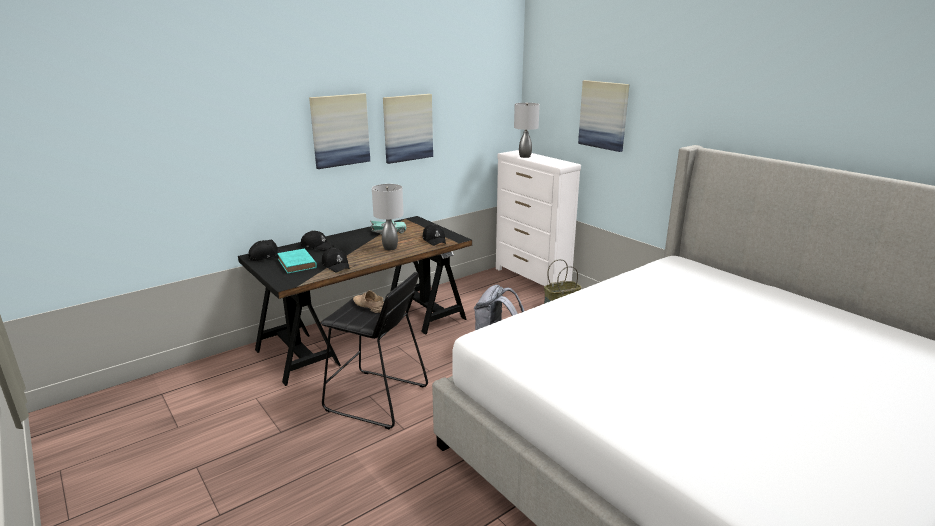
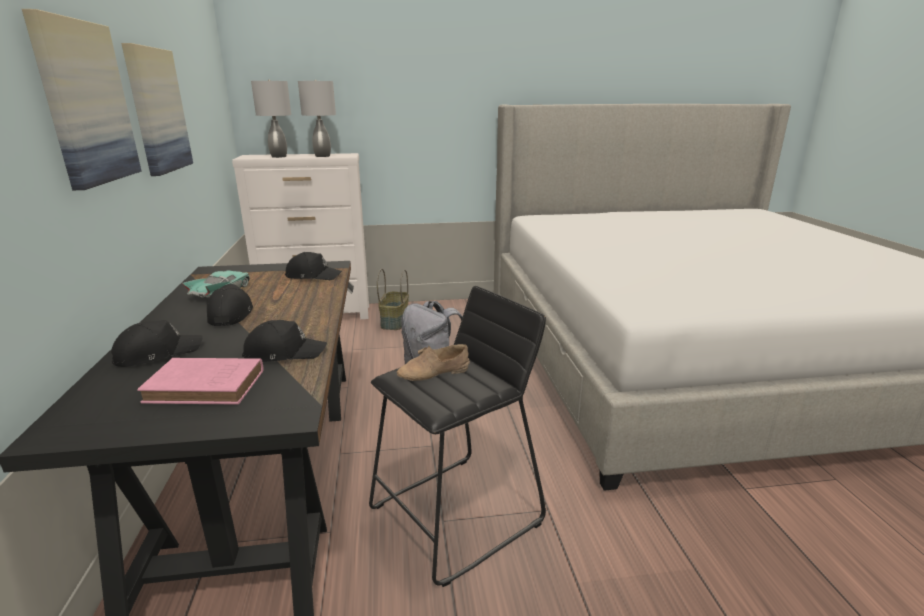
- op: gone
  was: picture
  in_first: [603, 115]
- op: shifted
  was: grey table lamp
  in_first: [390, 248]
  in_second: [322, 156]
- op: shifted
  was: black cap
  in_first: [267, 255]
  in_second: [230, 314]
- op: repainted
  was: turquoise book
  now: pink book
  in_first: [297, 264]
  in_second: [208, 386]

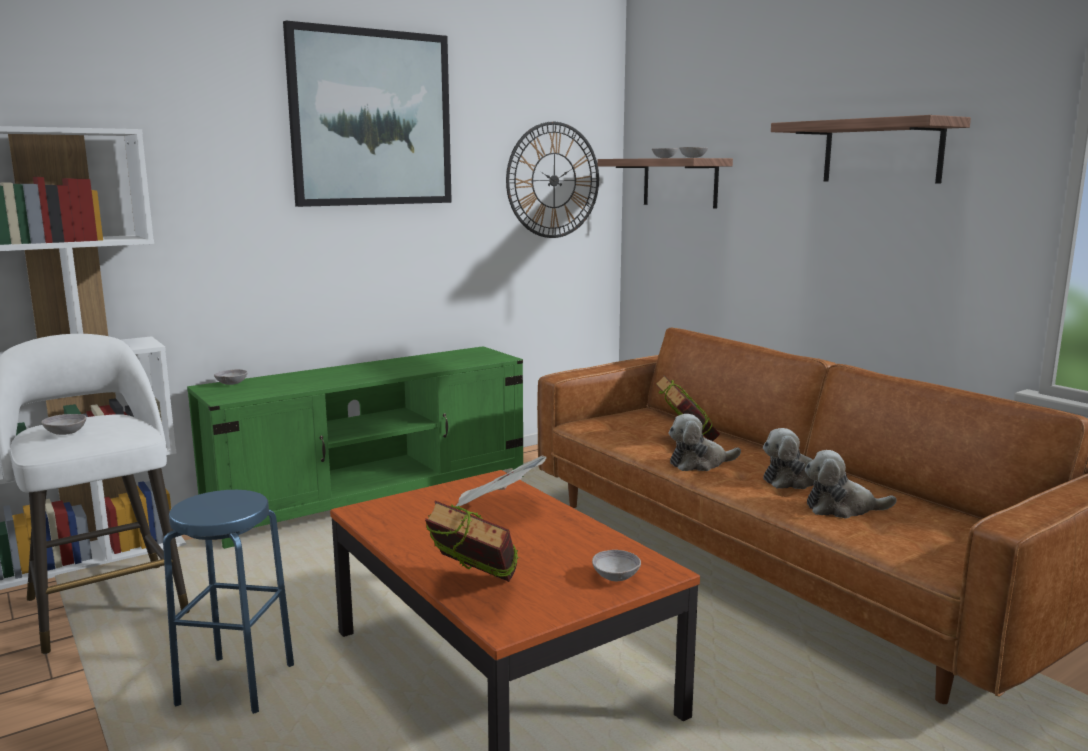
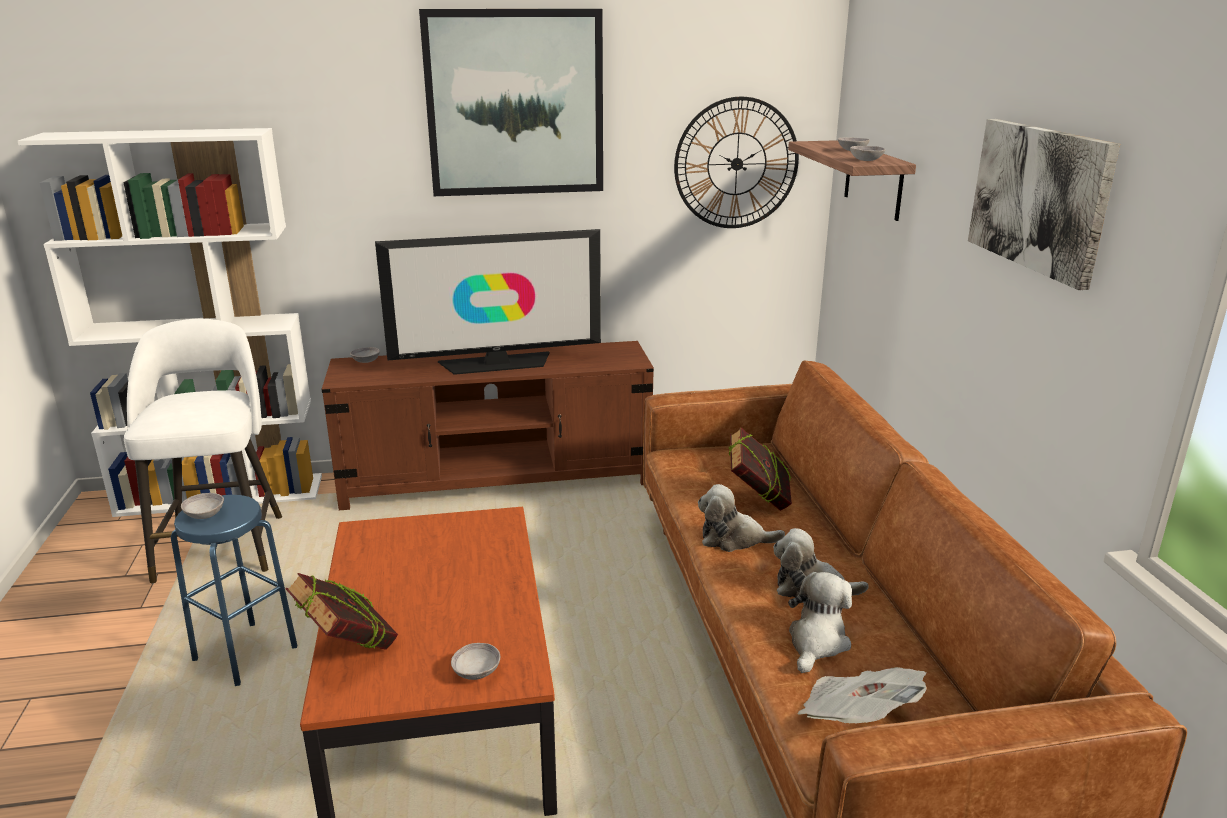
- op: swapped
  was: shelf
  now: picture
  in_first: [882, 152]
  in_second: [1039, 198]
- op: repainted
  was: green tv stand
  now: brown tv stand
  in_first: [373, 497]
  in_second: [498, 479]
- op: shifted
  was: grey bowl
  in_first: [66, 433]
  in_second: [205, 515]
- op: rotated
  was: plush toy
  in_first: [842, 508]
  in_second: [817, 642]
  clockwise: 90
- op: shifted
  was: newspaper
  in_first: [498, 506]
  in_second: [856, 718]
- op: new
  now: television
  in_second: [497, 364]

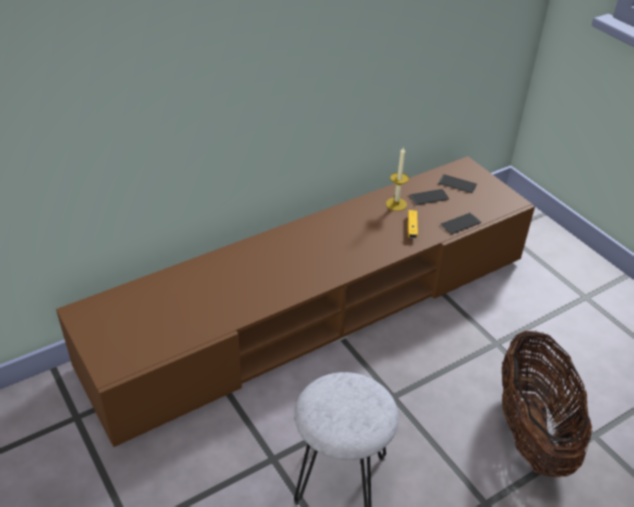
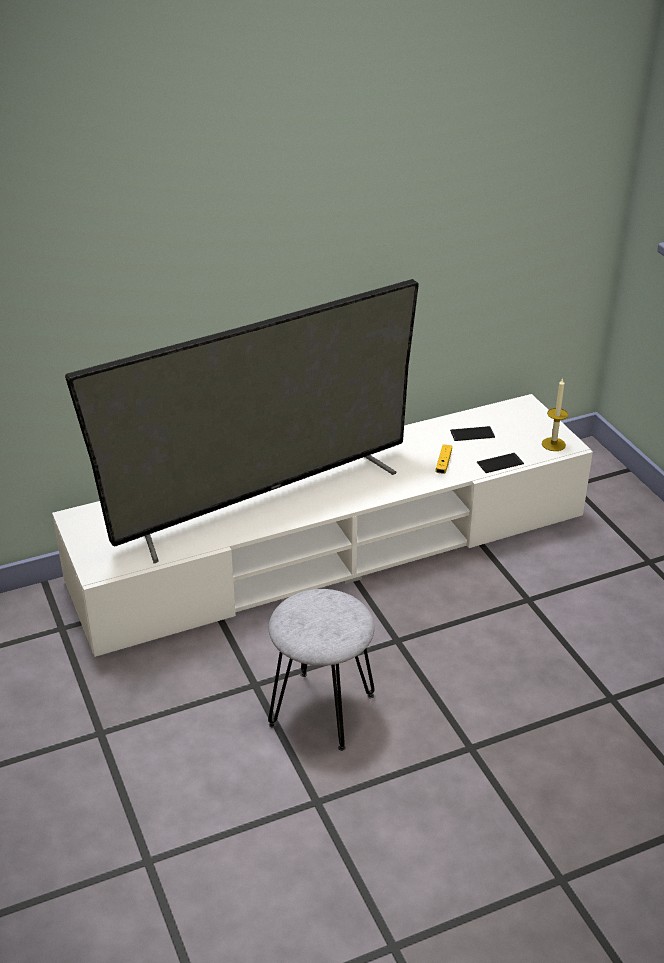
- op: shifted
  was: candle
  in_first: [396, 204]
  in_second: [553, 444]
- op: repainted
  was: brown tv stand
  now: white tv stand
  in_first: [316, 310]
  in_second: [333, 549]
- op: gone
  was: phone
  in_first: [457, 184]
- op: gone
  was: basket
  in_first: [532, 431]
- op: new
  now: television
  in_second: [263, 499]

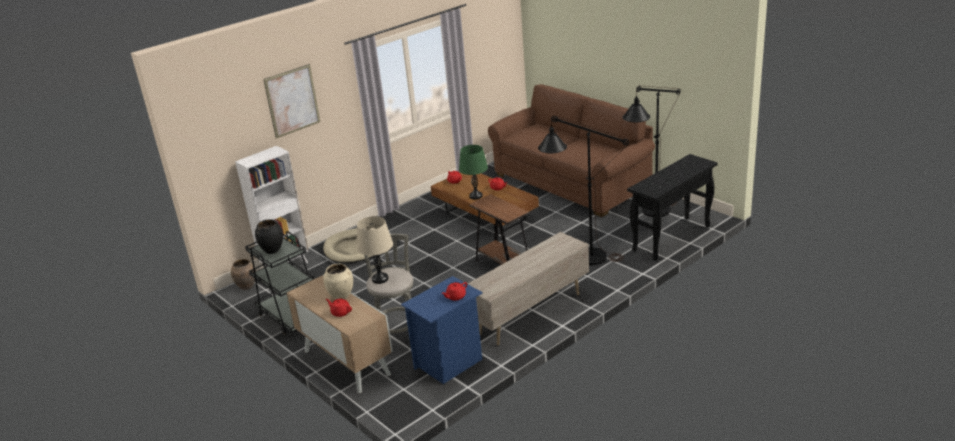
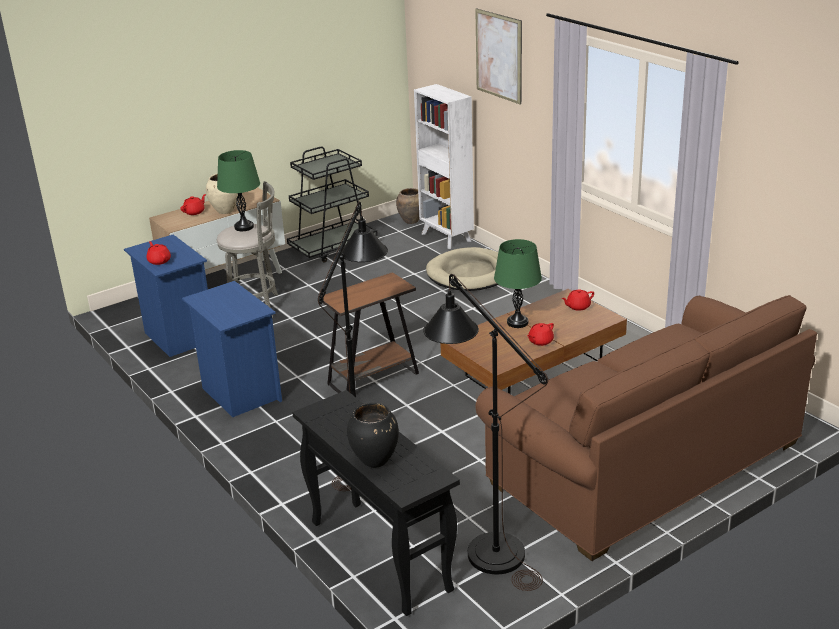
- op: repainted
  was: beige table lamp
  now: green table lamp
  in_first: [380, 279]
  in_second: [244, 227]
- op: shifted
  was: black vase
  in_first: [272, 250]
  in_second: [375, 460]
- op: swapped
  was: beige tv stand
  now: blue nightstand
  in_first: [530, 314]
  in_second: [239, 393]

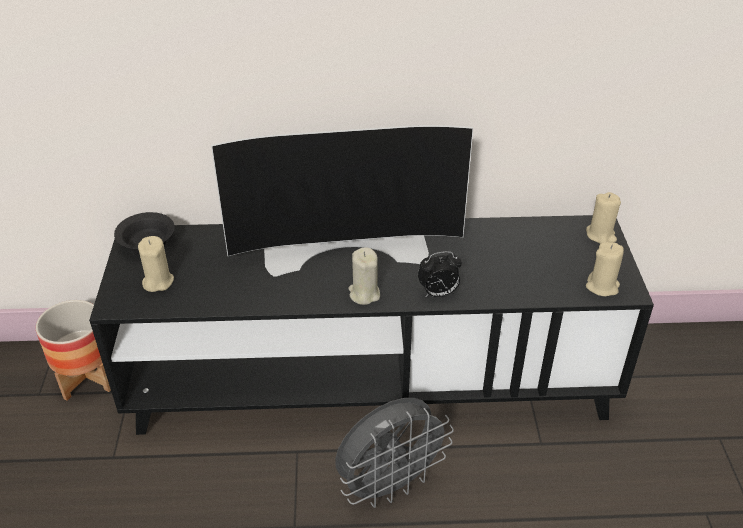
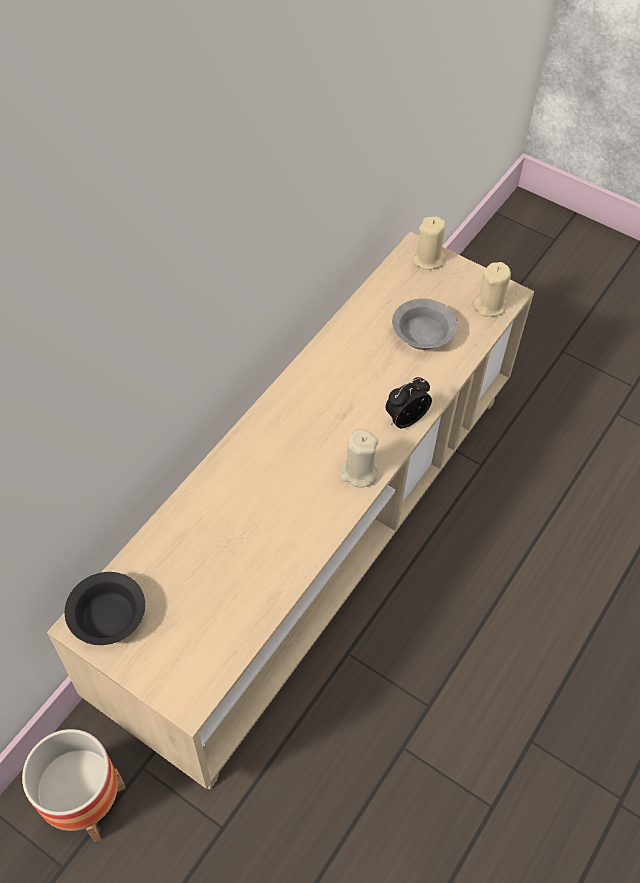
- op: gone
  was: television
  in_first: [346, 246]
- op: repainted
  was: black tv stand
  now: beige tv stand
  in_first: [371, 383]
  in_second: [316, 541]
- op: gone
  was: beige candle
  in_first: [158, 281]
- op: rotated
  was: alarm clock
  in_first: [438, 294]
  in_second: [405, 418]
  clockwise: -150
- op: gone
  was: grey fan
  in_first: [389, 485]
- op: new
  now: grey bowl
  in_second: [421, 335]

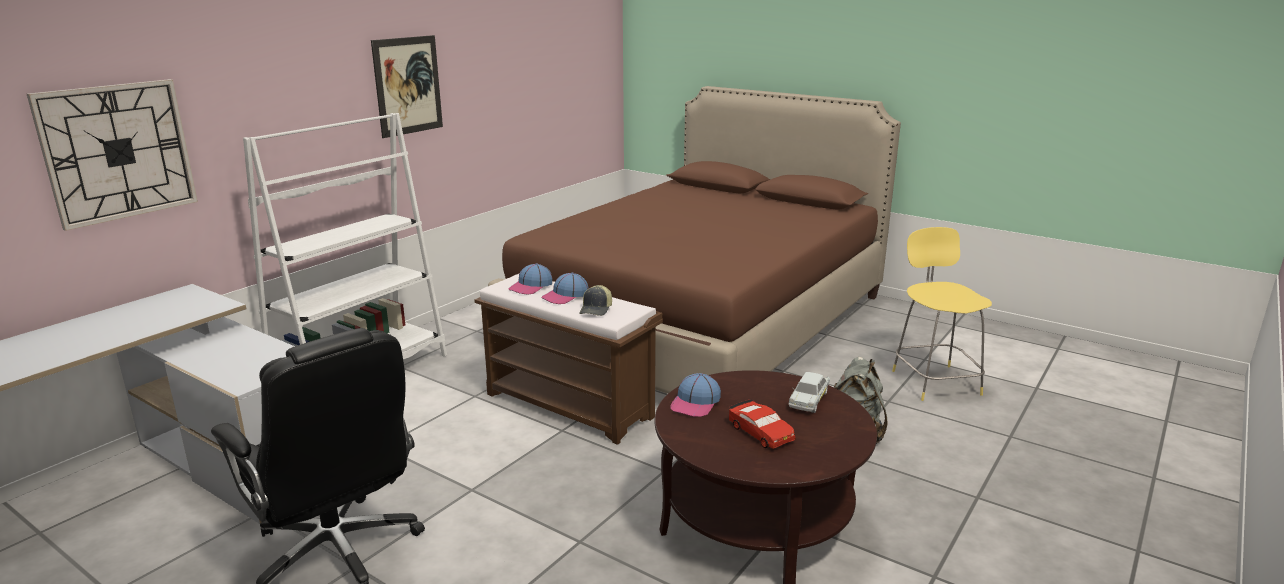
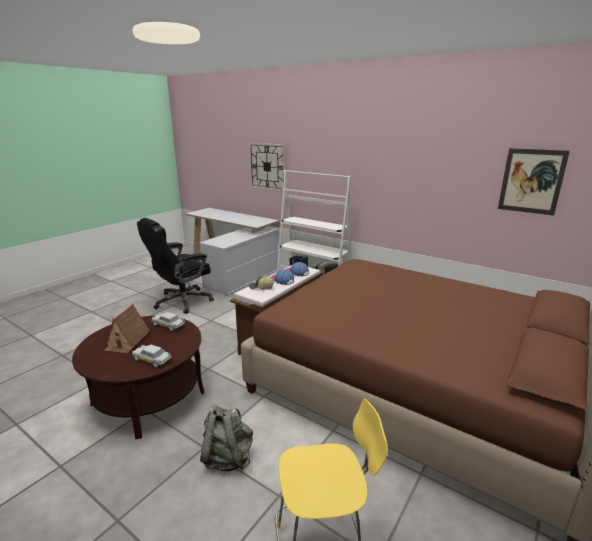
- op: shifted
  was: picture
  in_first: [408, 85]
  in_second: [531, 181]
- op: swapped
  was: cap
  now: white toy car
  in_first: [695, 403]
  in_second: [168, 325]
- op: swapped
  was: red toy car
  now: toy house
  in_first: [760, 432]
  in_second: [127, 341]

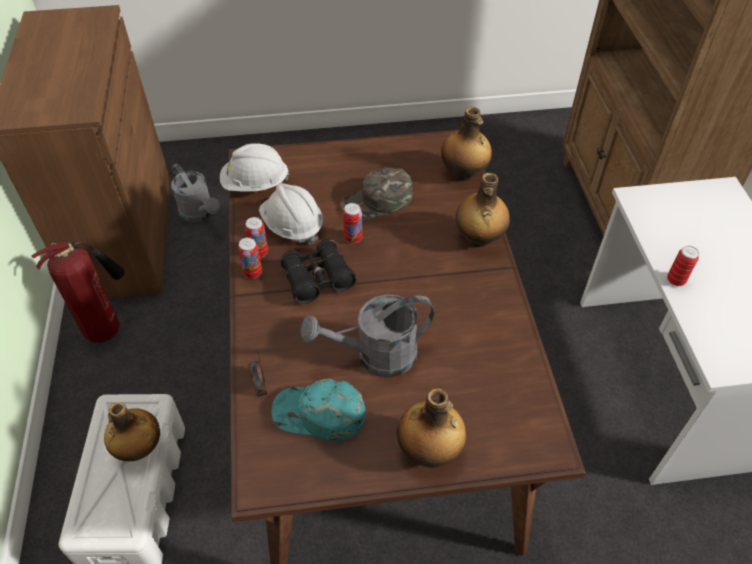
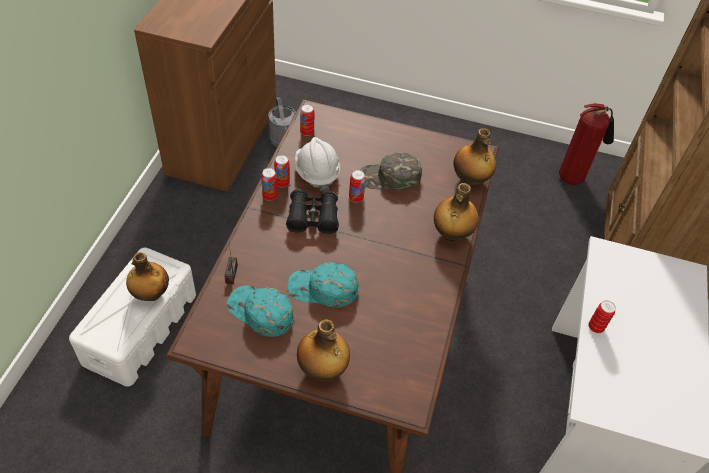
- op: swapped
  was: white hard hat
  now: can
  in_first: [255, 184]
  in_second: [307, 132]
- op: shifted
  was: fire extinguisher
  in_first: [107, 329]
  in_second: [573, 177]
- op: swapped
  was: grey watering can
  now: turquoise cap
  in_first: [375, 356]
  in_second: [323, 289]

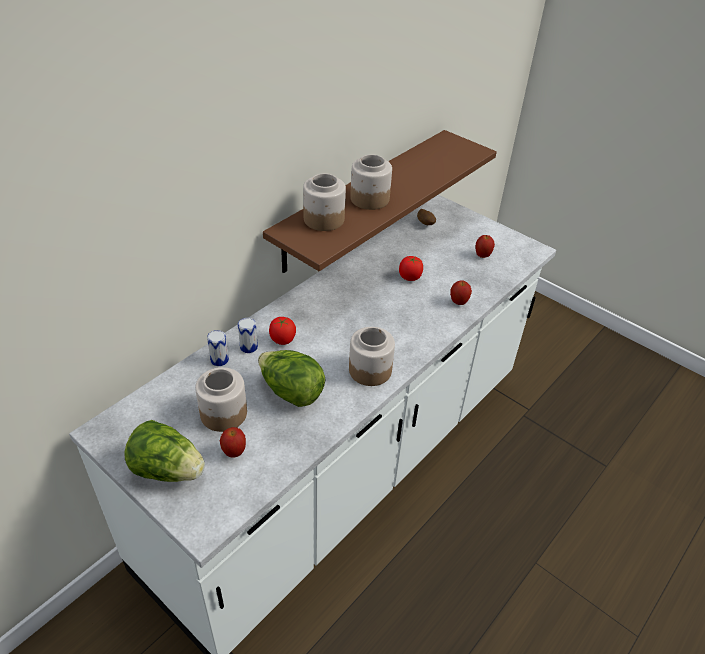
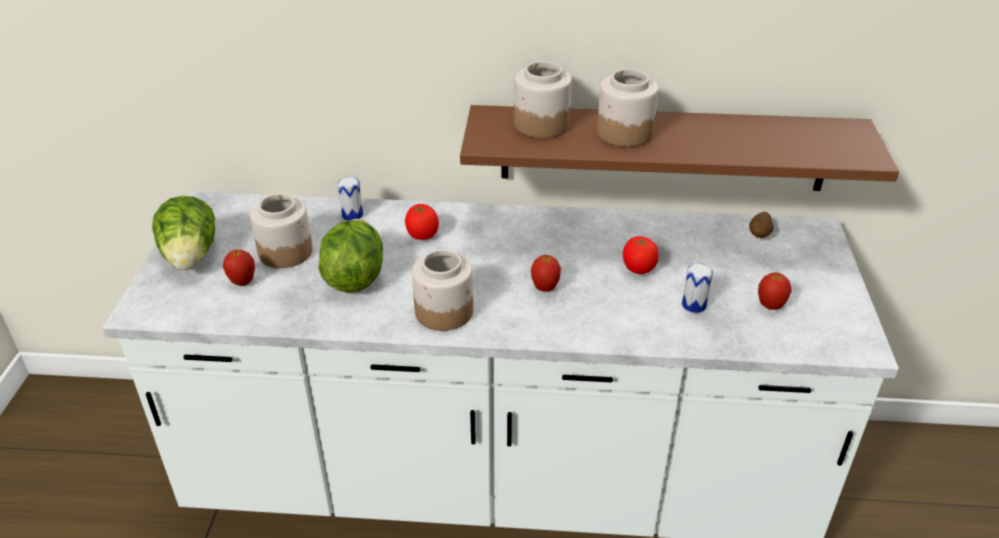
- op: shifted
  was: apple
  in_first: [458, 302]
  in_second: [545, 288]
- op: shifted
  was: can
  in_first: [248, 347]
  in_second: [694, 305]

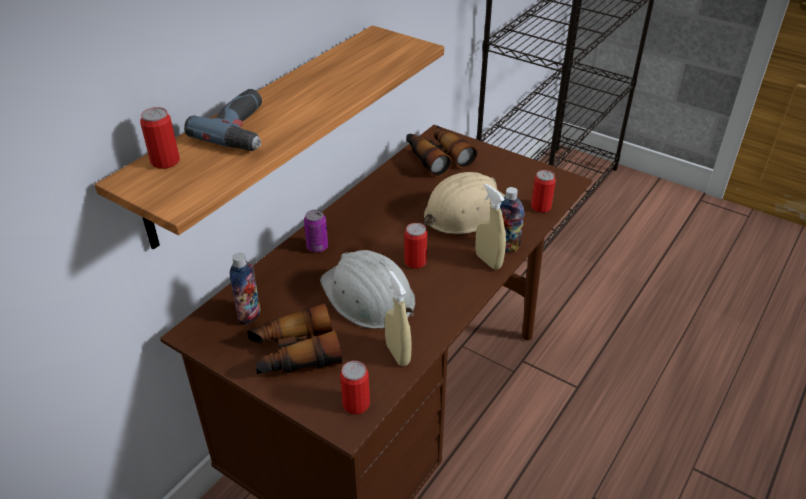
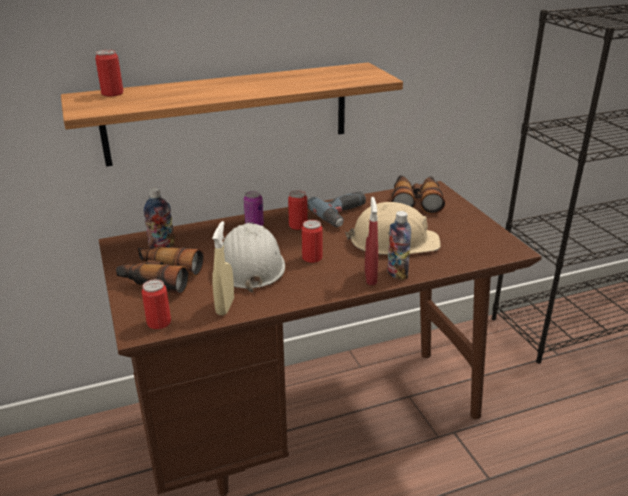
- op: shifted
  was: power drill
  in_first: [244, 129]
  in_second: [344, 215]
- op: shifted
  was: can
  in_first: [541, 207]
  in_second: [298, 226]
- op: repainted
  was: beige spray bottle
  now: red spray bottle
  in_first: [488, 261]
  in_second: [370, 277]

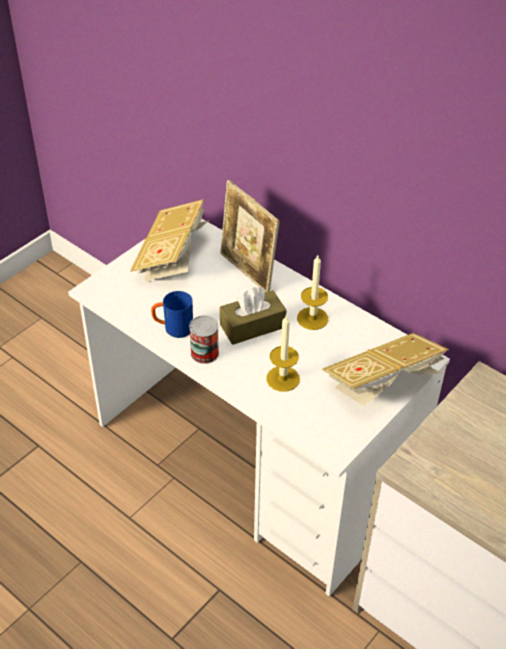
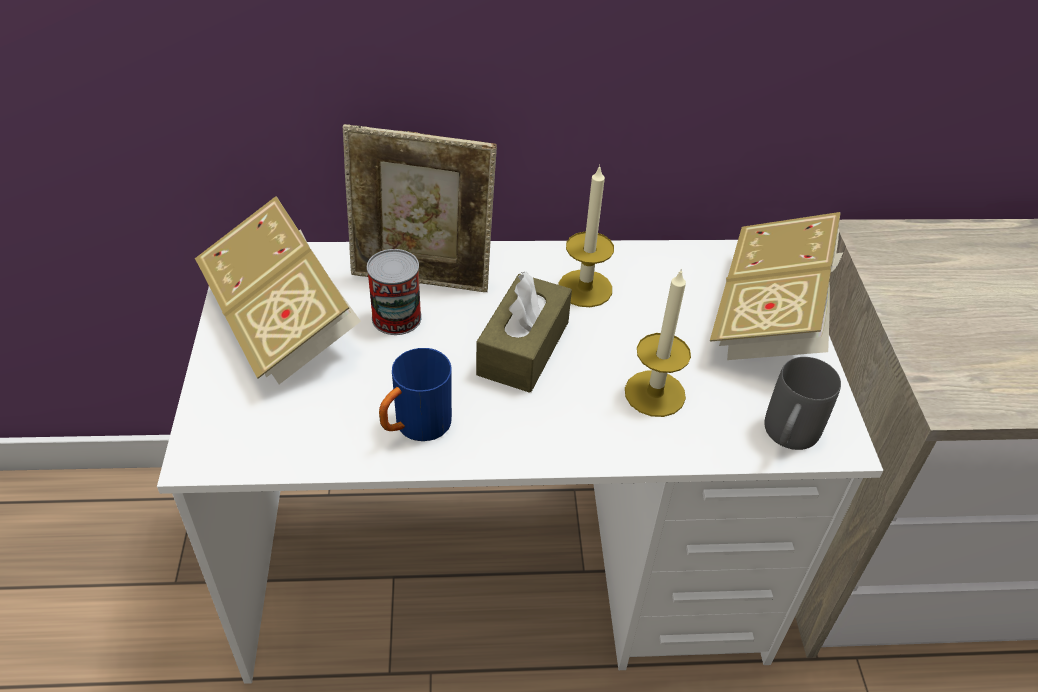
- op: shifted
  was: can
  in_first: [204, 353]
  in_second: [396, 317]
- op: new
  now: grey mug
  in_second: [787, 438]

